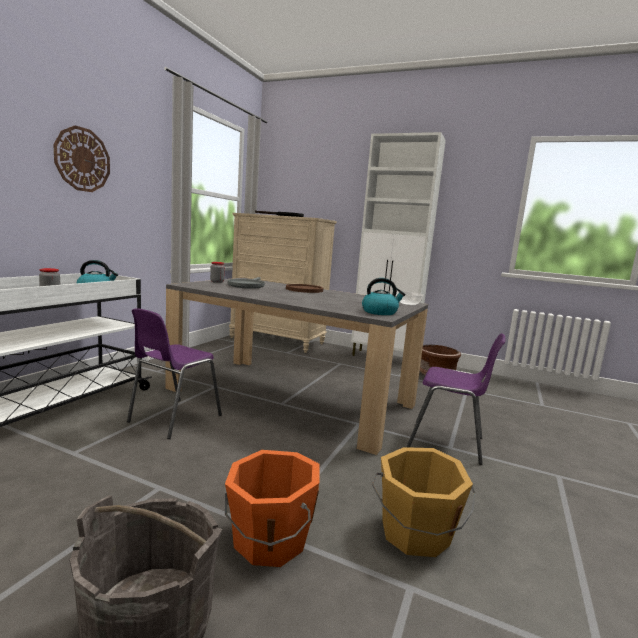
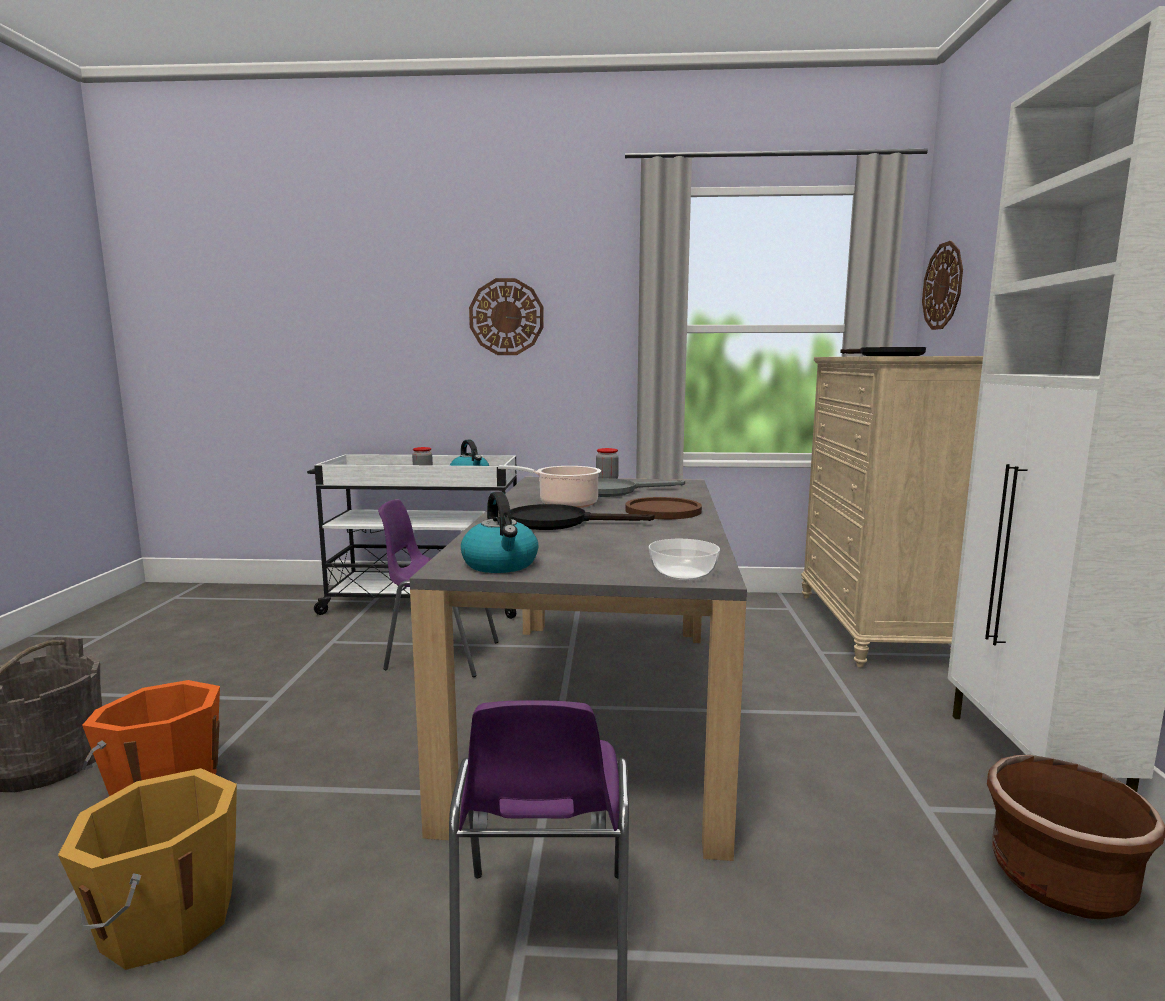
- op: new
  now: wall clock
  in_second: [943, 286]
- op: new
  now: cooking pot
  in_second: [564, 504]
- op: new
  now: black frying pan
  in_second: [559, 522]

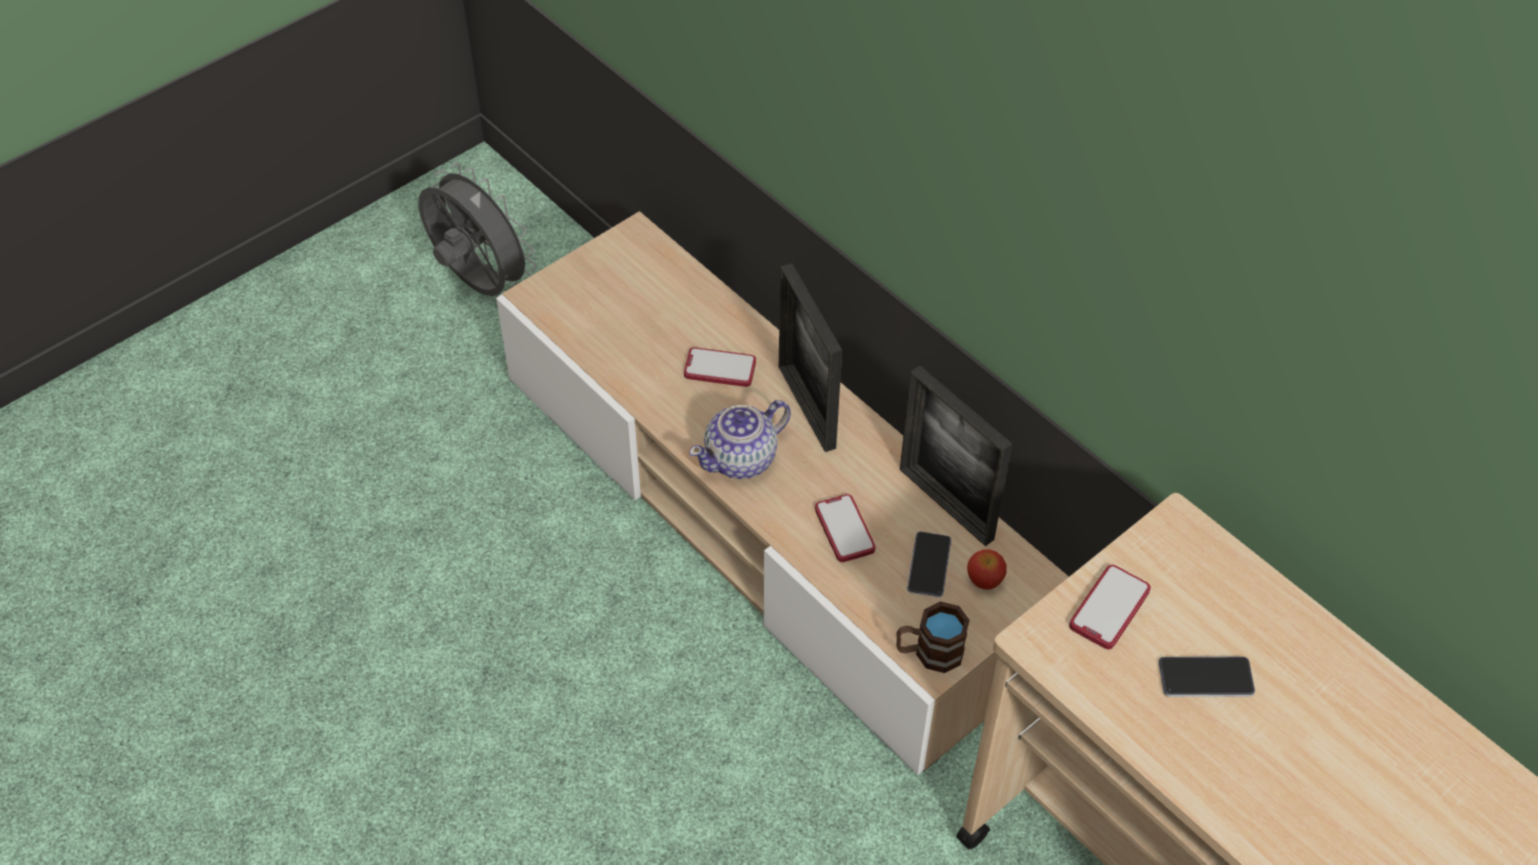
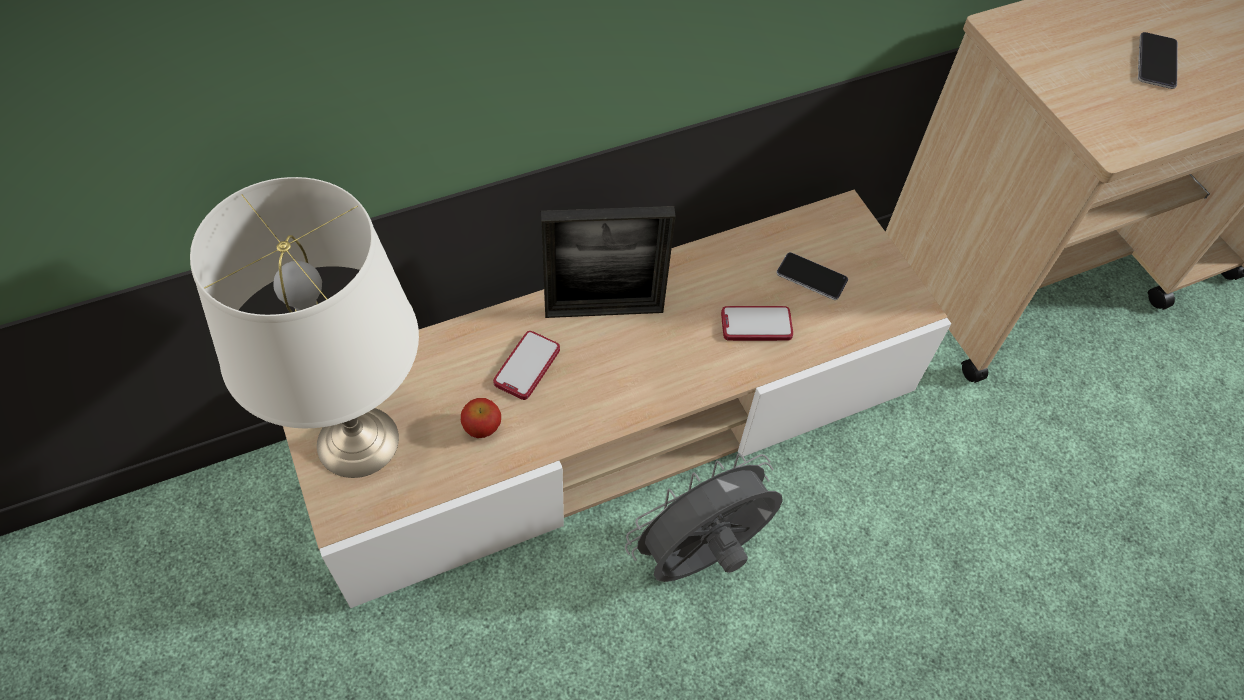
- op: shifted
  was: grey fan
  in_first: [478, 284]
  in_second: [701, 557]
- op: gone
  was: picture frame
  in_first: [946, 504]
- op: gone
  was: teapot
  in_first: [742, 459]
- op: shifted
  was: apple
  in_first: [984, 580]
  in_second: [482, 428]
- op: gone
  was: phone
  in_first: [1109, 608]
- op: gone
  was: brown mug
  in_first: [929, 652]
- op: new
  now: white table lamp
  in_second: [357, 440]

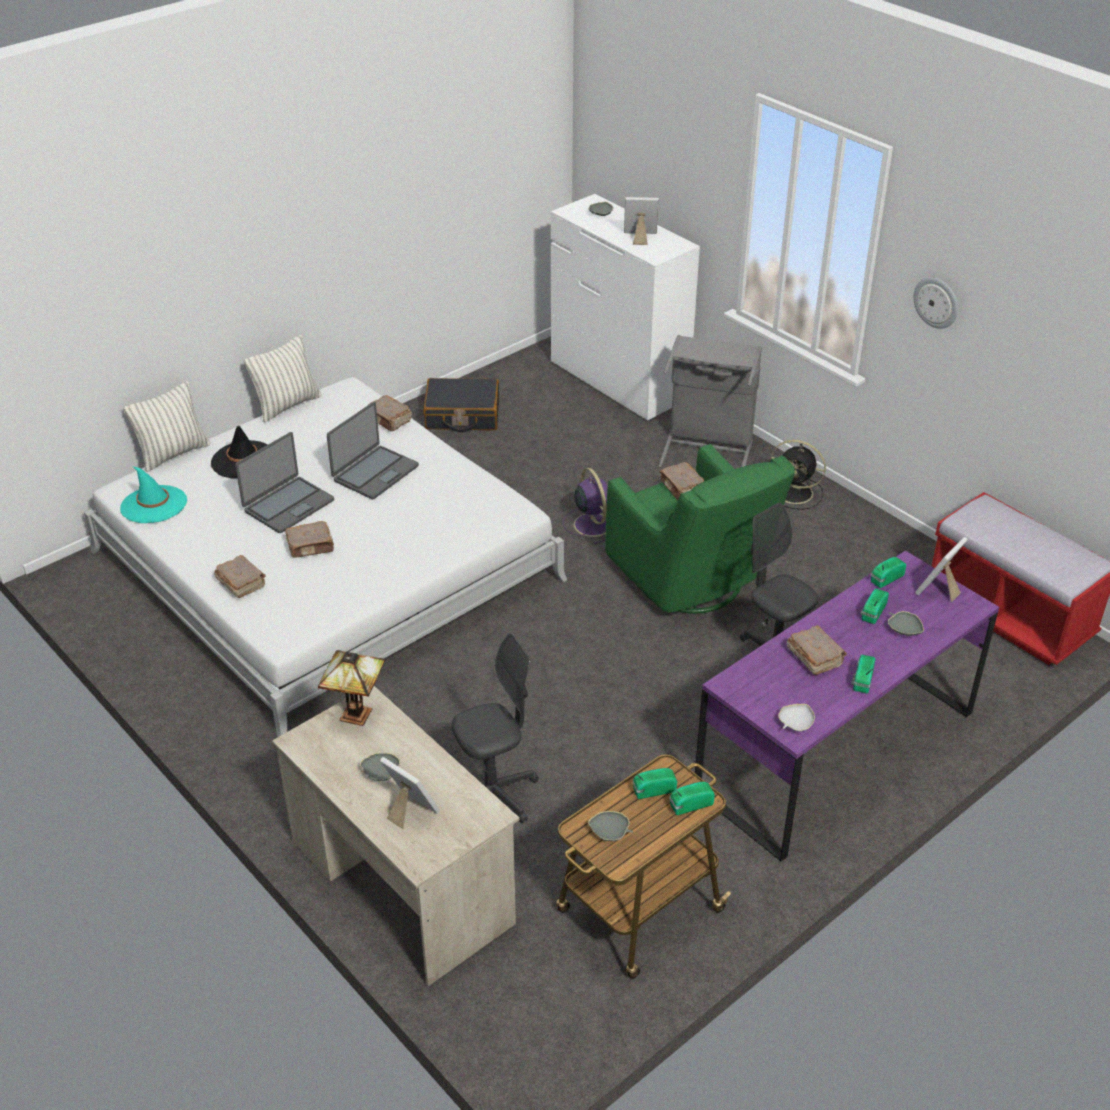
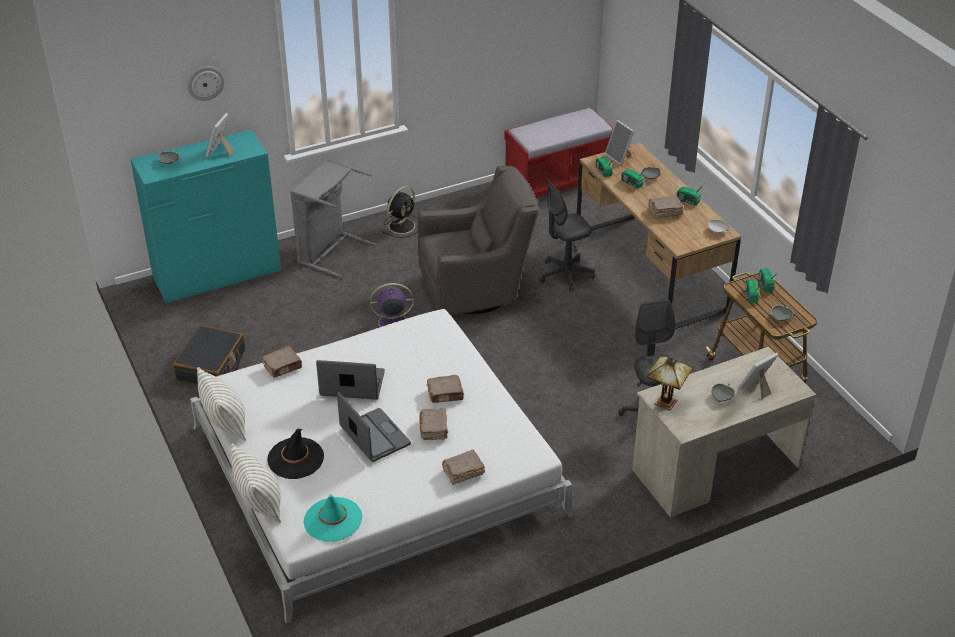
- op: repainted
  was: white dresser
  now: turquoise dresser
  in_first: [618, 382]
  in_second: [217, 275]
- op: shifted
  was: wall clock
  in_first: [936, 302]
  in_second: [205, 82]
- op: rotated
  was: laptop
  in_first: [375, 473]
  in_second: [352, 384]
  clockwise: -45
- op: repainted
  was: green armchair
  now: grey armchair
  in_first: [692, 583]
  in_second: [477, 290]
- op: shifted
  was: brown book
  in_first: [682, 489]
  in_second: [445, 394]
- op: repainted
  was: purple desk
  now: brown desk
  in_first: [836, 750]
  in_second: [649, 270]

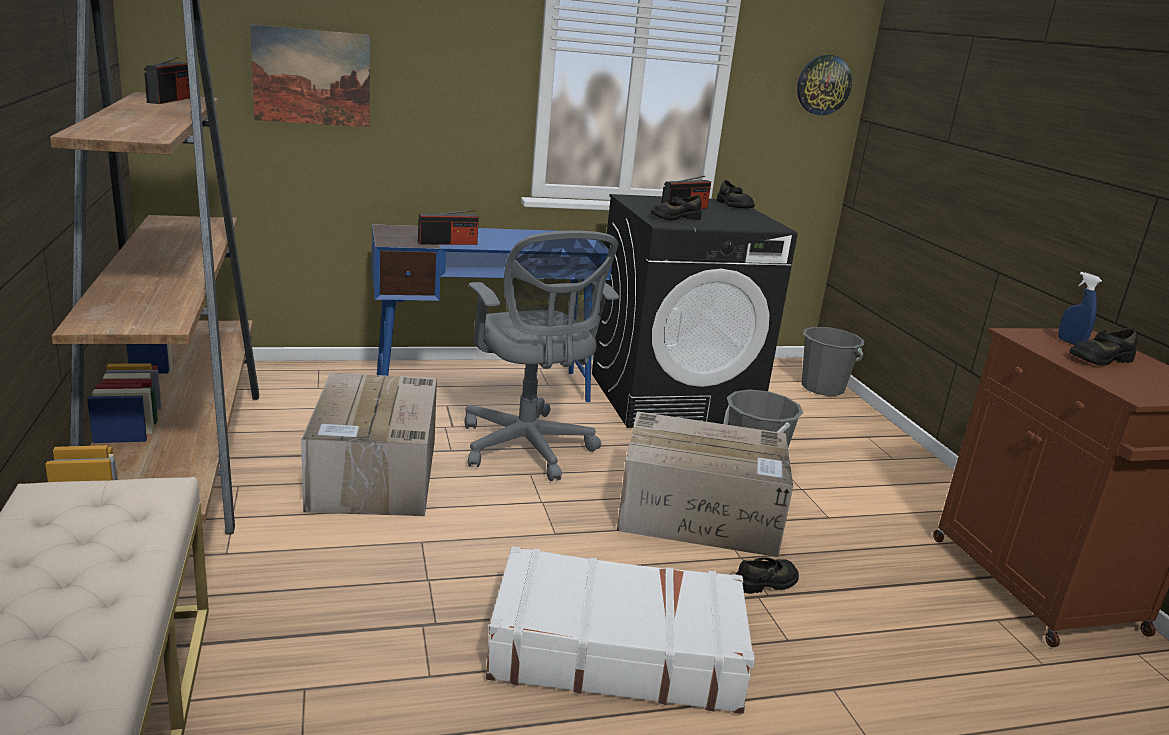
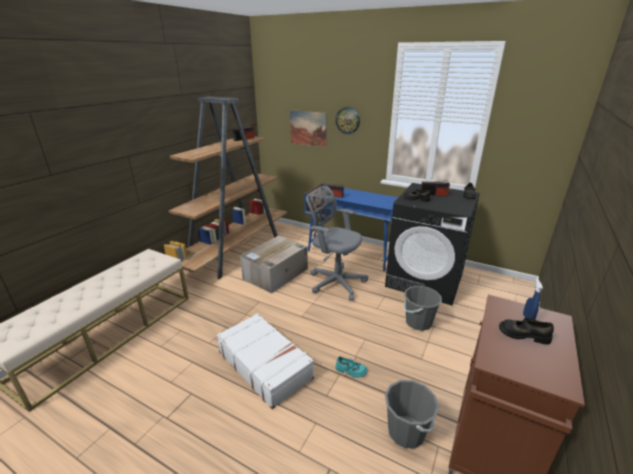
- op: shifted
  was: wall clock
  in_first: [823, 85]
  in_second: [347, 120]
- op: rotated
  was: grey office chair
  in_first: [528, 449]
  in_second: [335, 282]
  clockwise: 105
- op: shifted
  was: grey bucket
  in_first: [822, 388]
  in_second: [406, 432]
- op: gone
  was: cardboard box
  in_first: [701, 514]
- op: repainted
  was: black shoe
  now: turquoise shoe
  in_first: [766, 583]
  in_second: [351, 370]

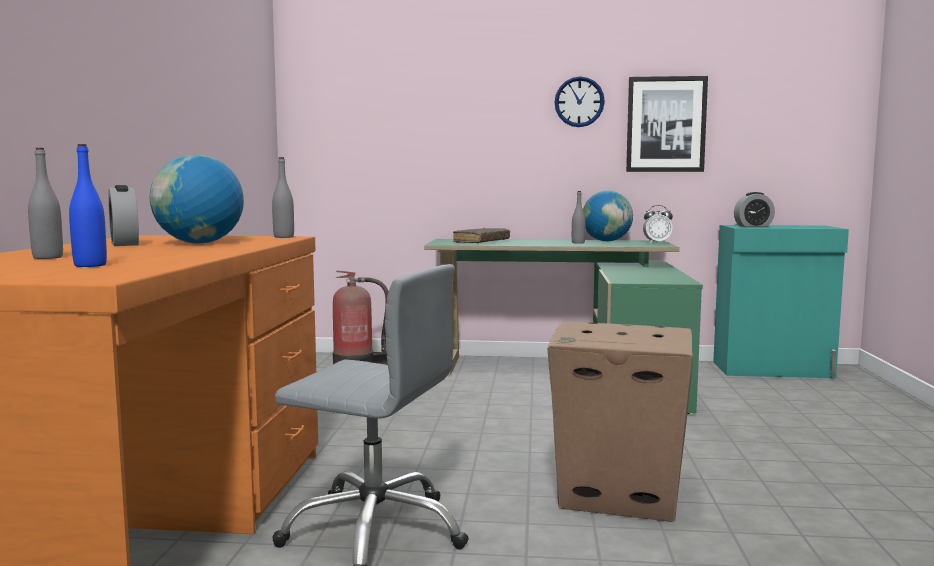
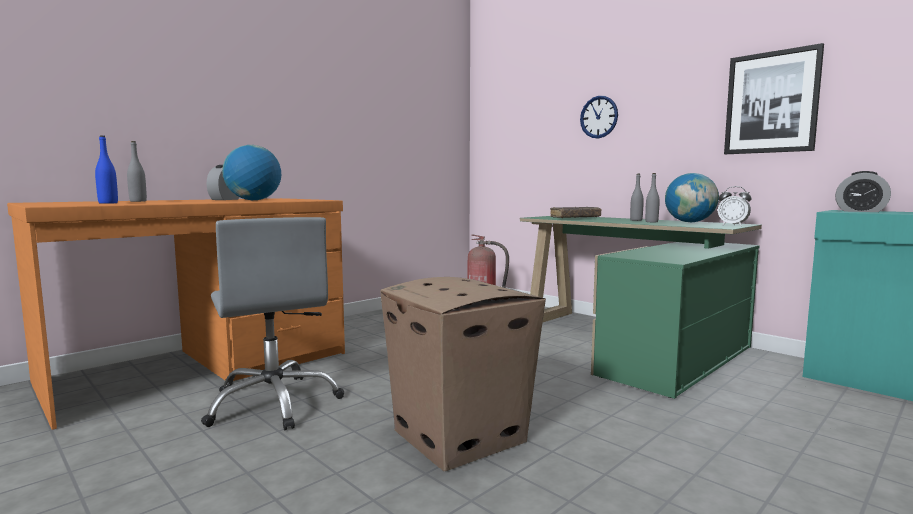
- op: shifted
  was: wall clock
  in_first: [579, 102]
  in_second: [599, 117]
- op: shifted
  was: grey bottle
  in_first: [284, 237]
  in_second: [636, 220]

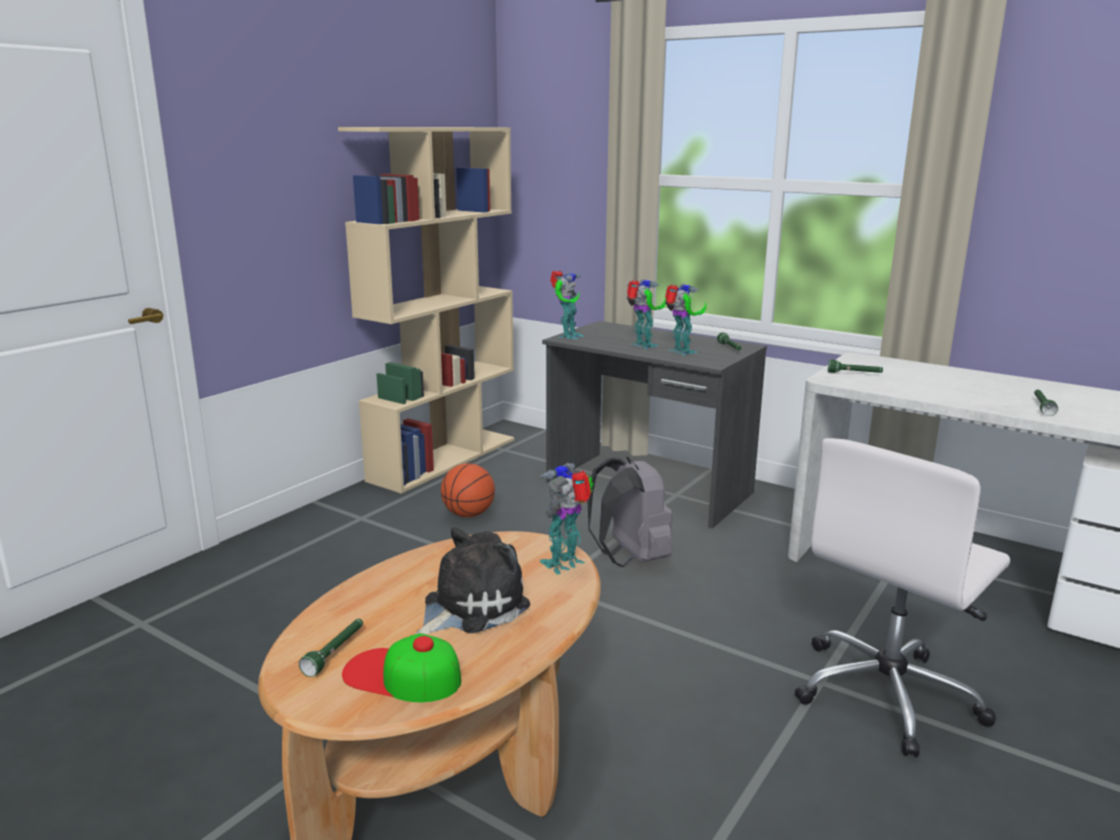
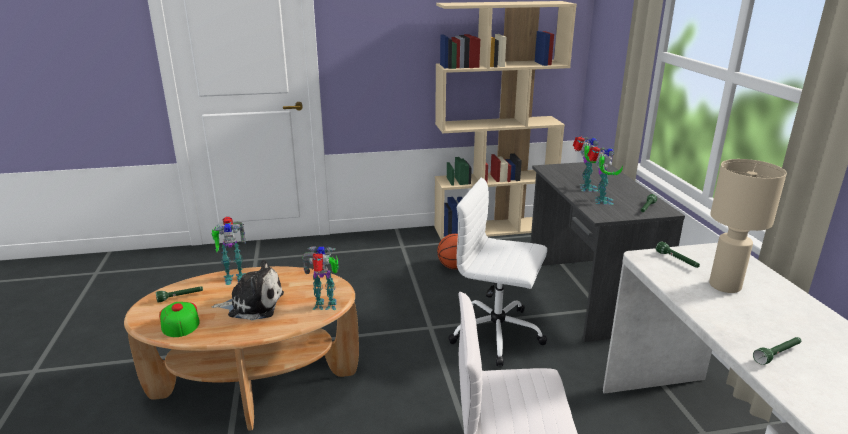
- op: shifted
  was: toy robot
  in_first: [567, 336]
  in_second: [233, 277]
- op: swapped
  was: grey backpack
  now: white office chair
  in_first: [630, 558]
  in_second: [498, 334]
- op: new
  now: beige table lamp
  in_second: [725, 286]

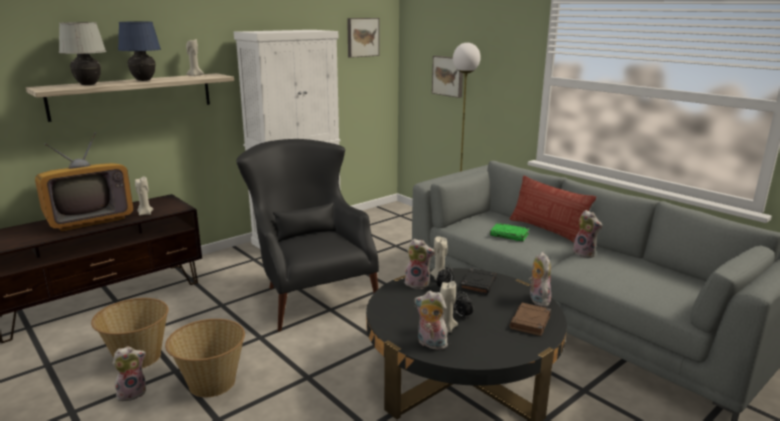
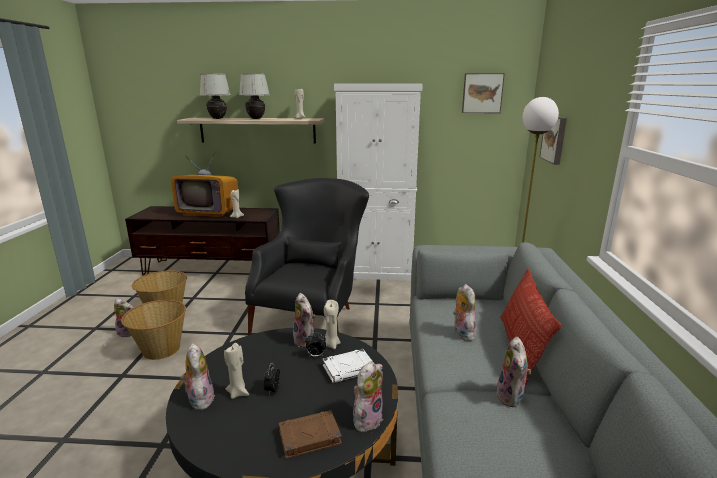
- op: repainted
  was: blue table lamp
  now: white table lamp
  in_first: [143, 80]
  in_second: [256, 119]
- op: swapped
  was: green book
  now: plush toy
  in_first: [509, 235]
  in_second: [462, 333]
- op: repainted
  was: black book
  now: white book
  in_first: [478, 284]
  in_second: [349, 369]

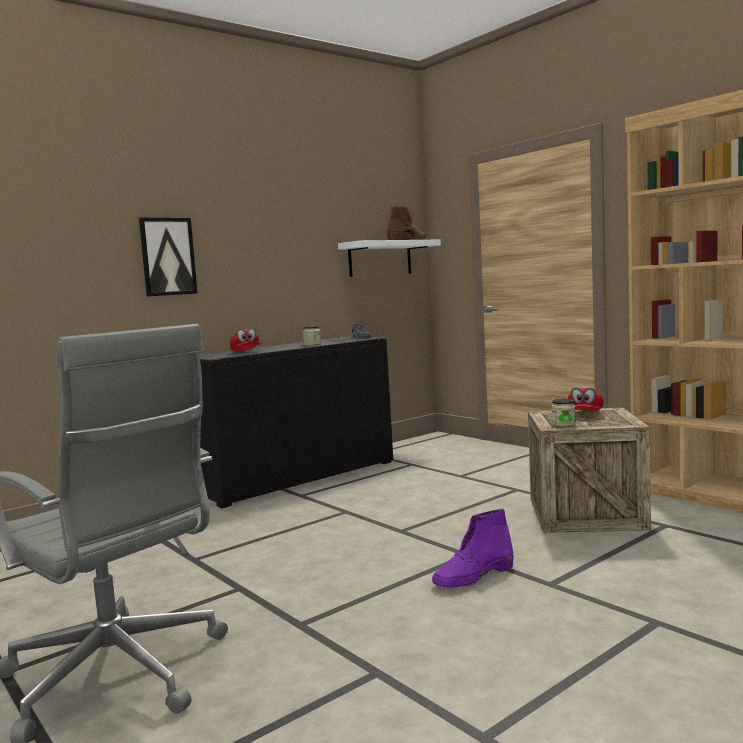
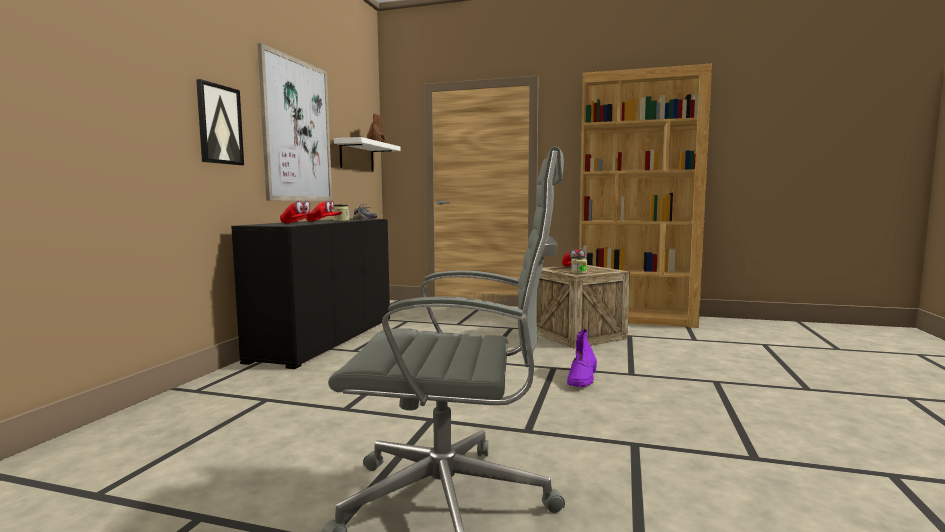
- op: new
  now: picture
  in_second: [297, 130]
- op: new
  now: red cap
  in_second: [324, 221]

